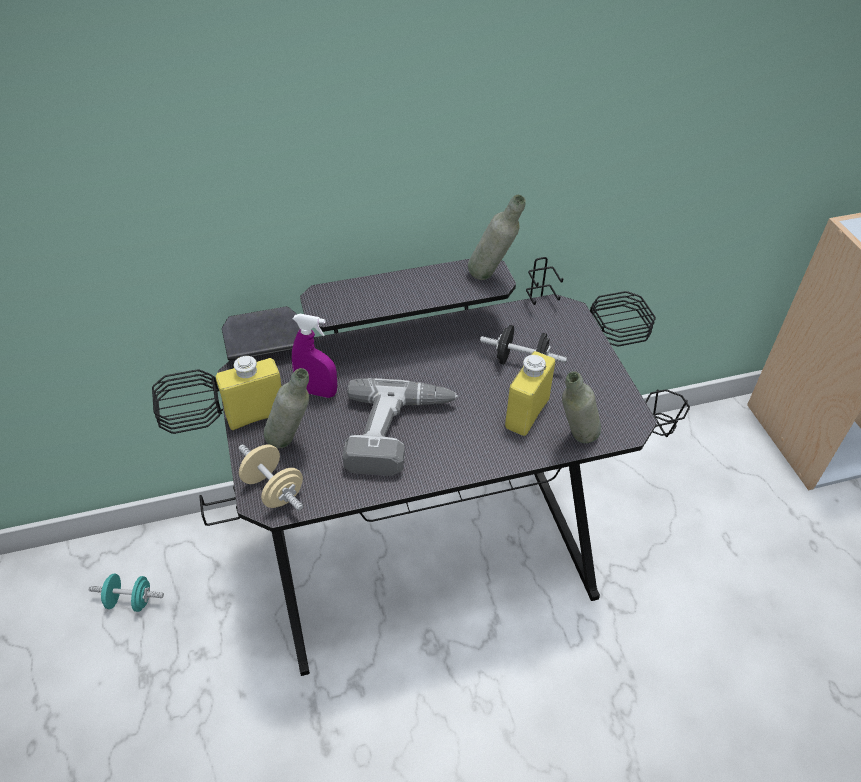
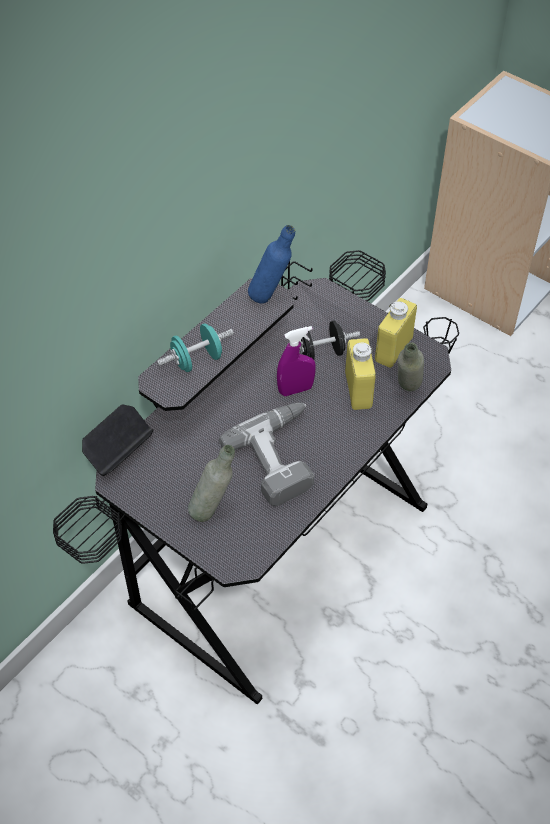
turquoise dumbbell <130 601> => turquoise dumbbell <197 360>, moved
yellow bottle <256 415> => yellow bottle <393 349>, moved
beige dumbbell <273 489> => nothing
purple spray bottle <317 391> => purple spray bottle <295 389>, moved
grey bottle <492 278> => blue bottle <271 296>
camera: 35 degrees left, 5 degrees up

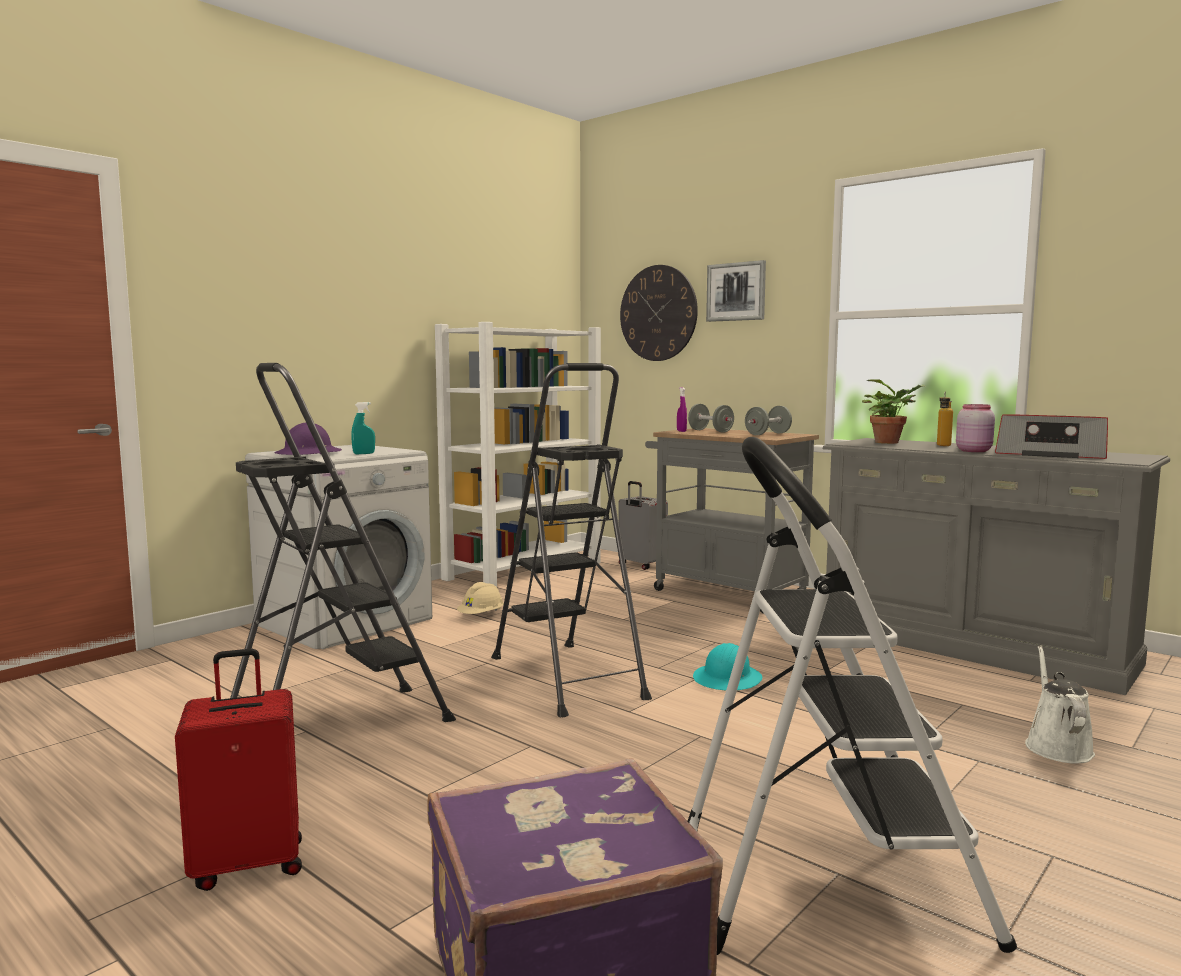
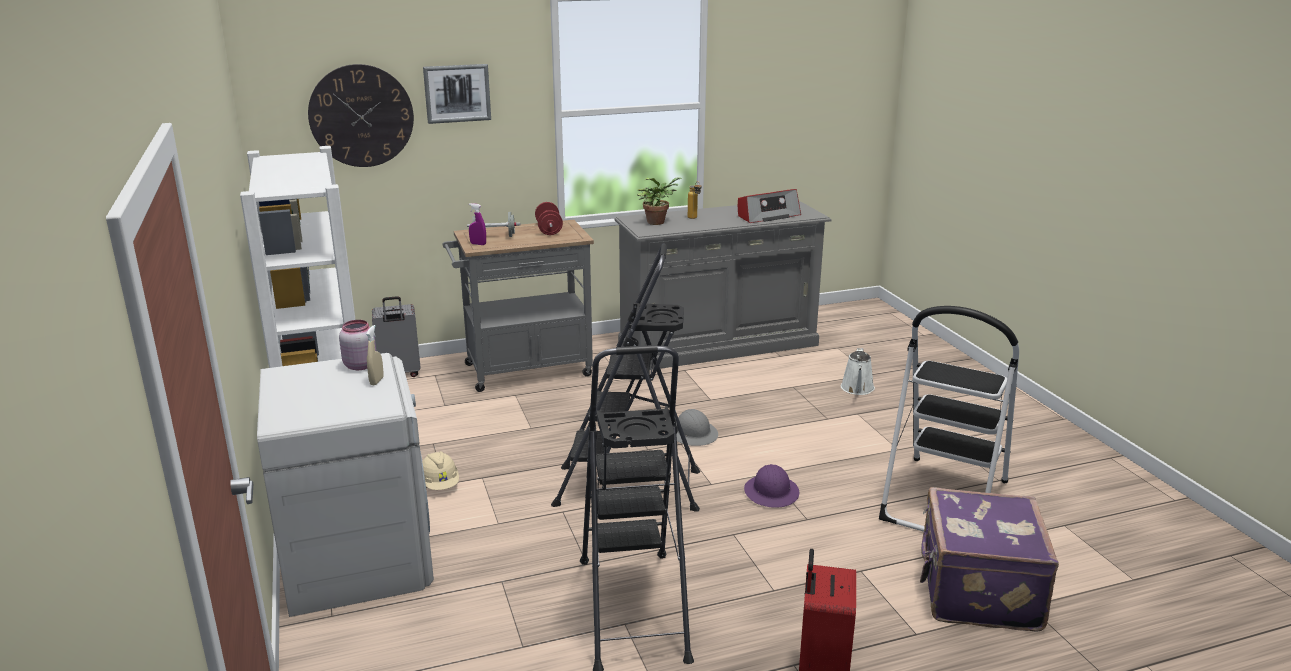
purple hard hat <308 454> => purple hard hat <771 492>, moved
turquoise spray bottle <364 454> => beige spray bottle <376 381>
turquoise hard hat <727 679> => grey hard hat <693 434>
grey dumbbell <768 434> => red dumbbell <549 230>
pink jar <974 451> => pink jar <360 365>, moved
white watering can <1056 746> => white watering can <857 389>, 120 degrees counterclockwise
camera: 60 degrees left, 15 degrees up

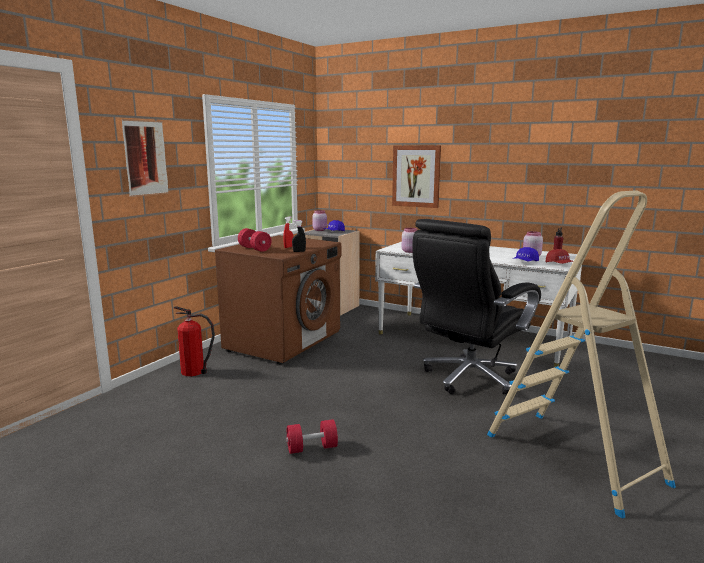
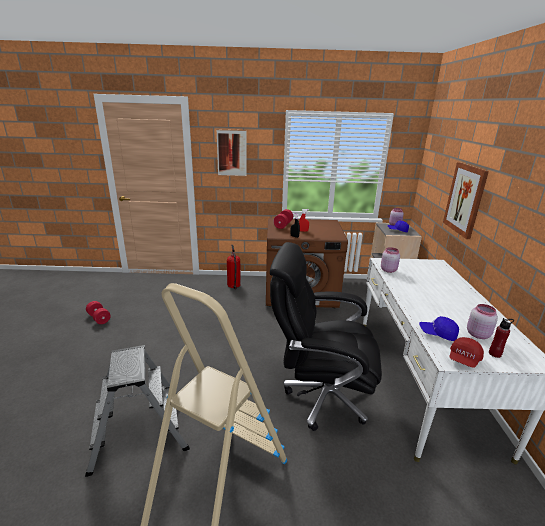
red dumbbell <312 448> => red dumbbell <99 318>, moved
nothing => grey step ladder <139 434>
camera: 60 degrees right, 10 degrees up

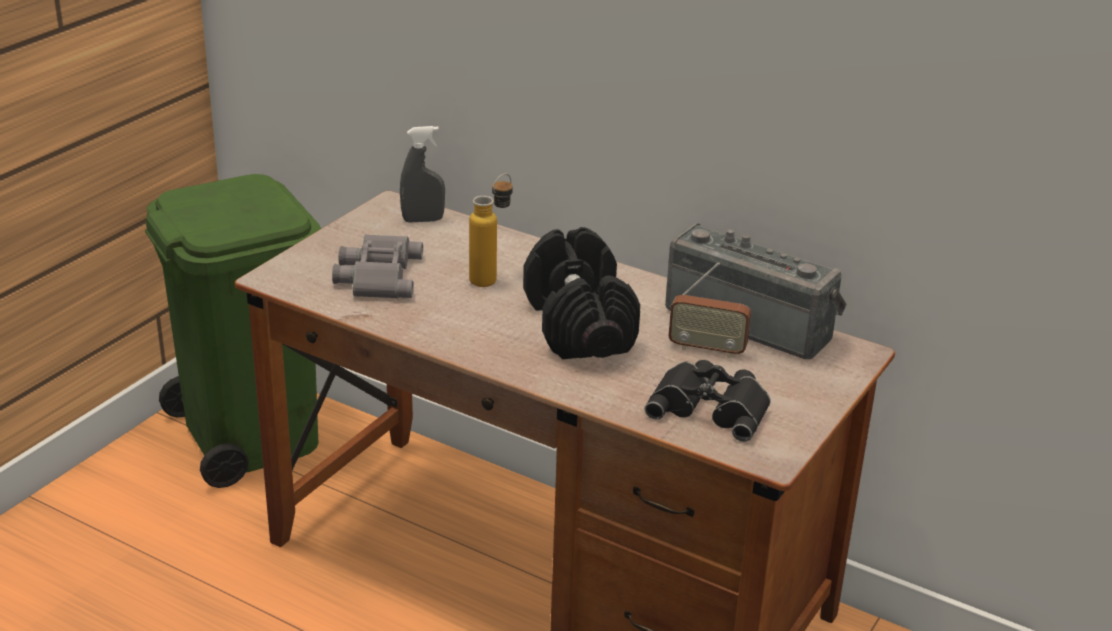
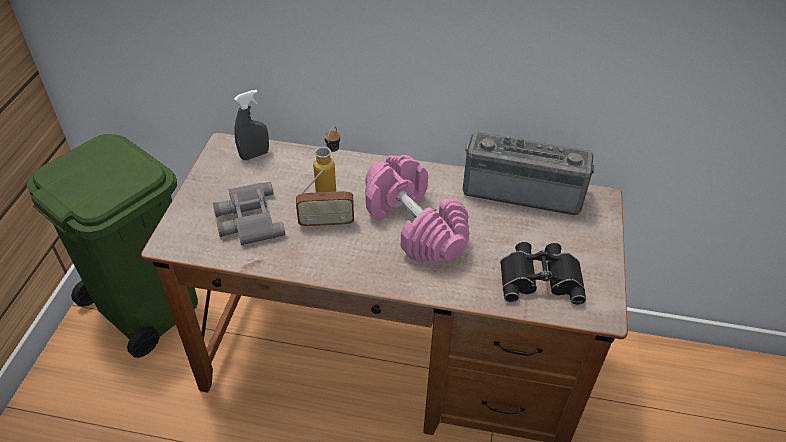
black dumbbell <578 325> => pink dumbbell <413 226>
radio <707 349> => radio <326 223>, moved
camera: 20 degrees left, 15 degrees up

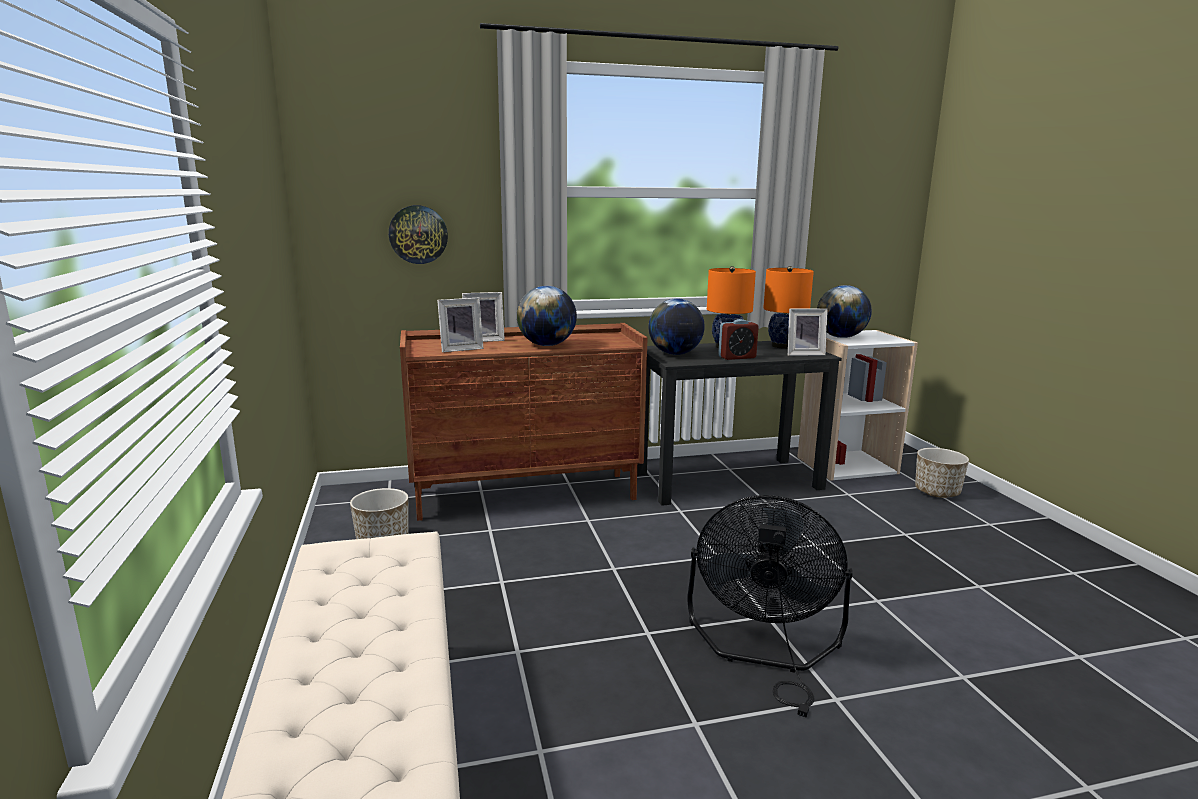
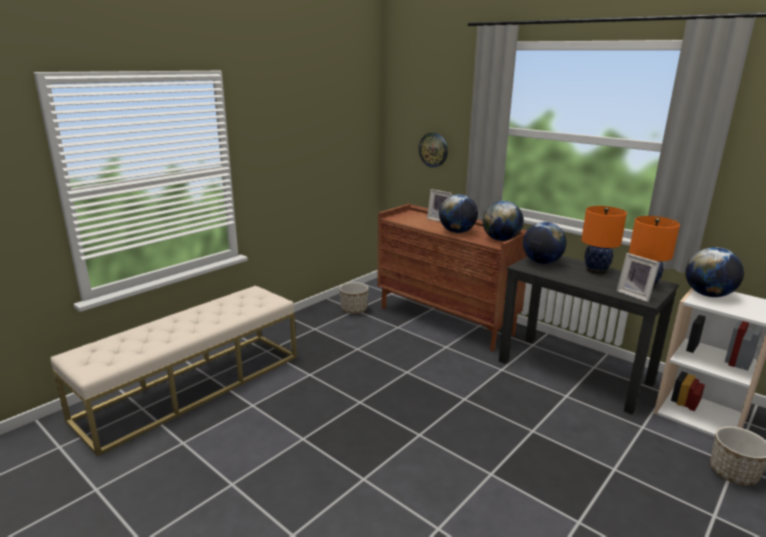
picture frame <460 349> => nothing
black fan <767 653> => nothing
alarm clock <737 357> => nothing
nothing => globe <501 239>
camera: 55 degrees right, 5 degrees up

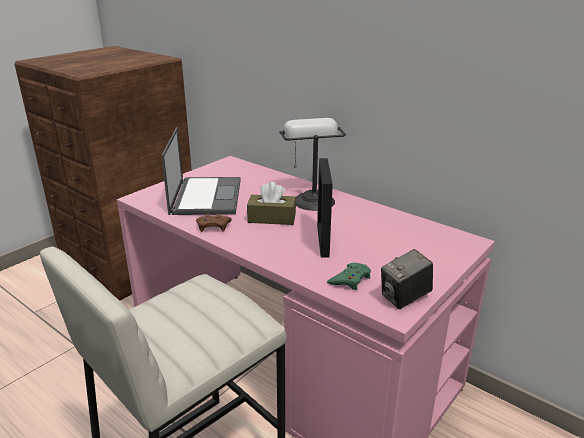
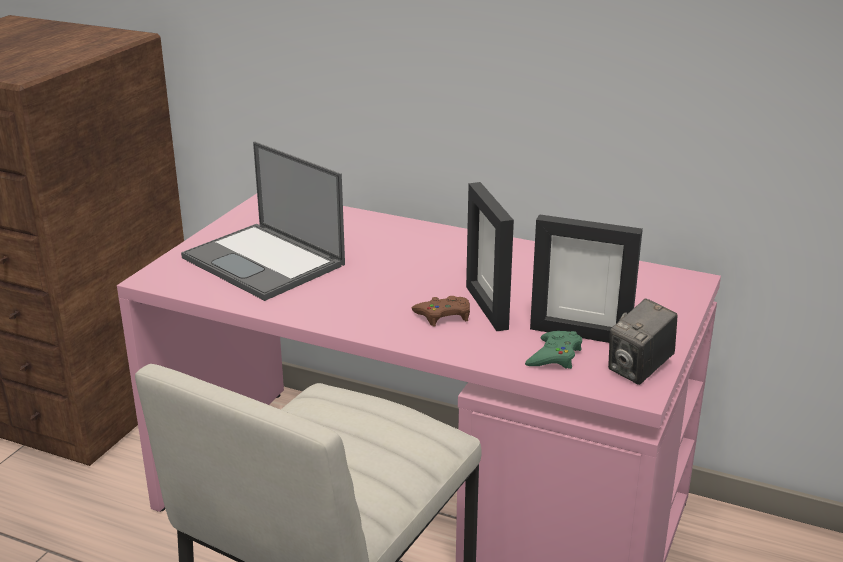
laptop <206 196> => laptop <265 262>, 150 degrees clockwise
brown game controller <213 226> => brown game controller <443 315>, moved
brown tissue box <272 218> => nothing
table lamp <310 197> => nothing
nothing => picture frame <580 333>
camera: 15 degrees left, 0 degrees up

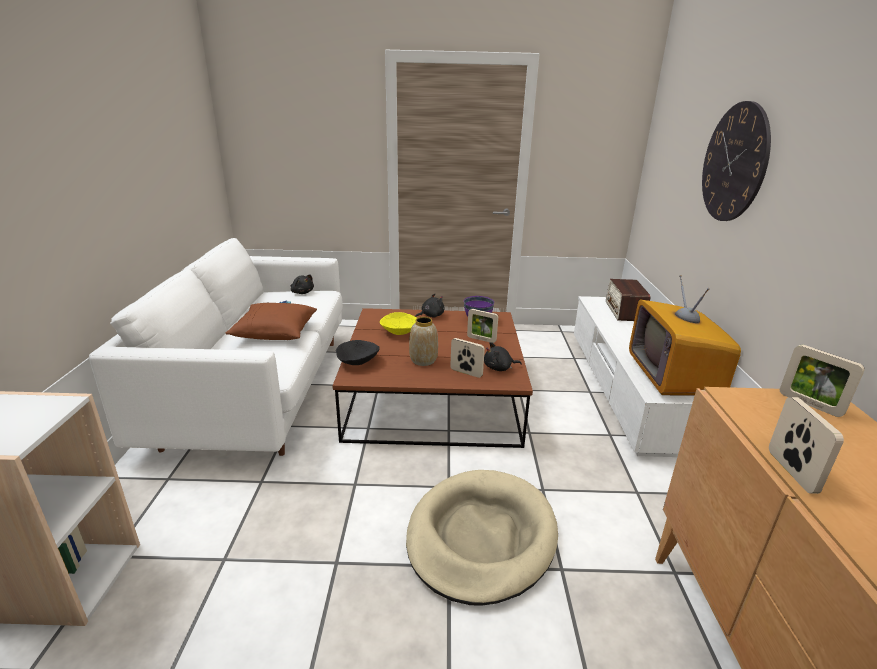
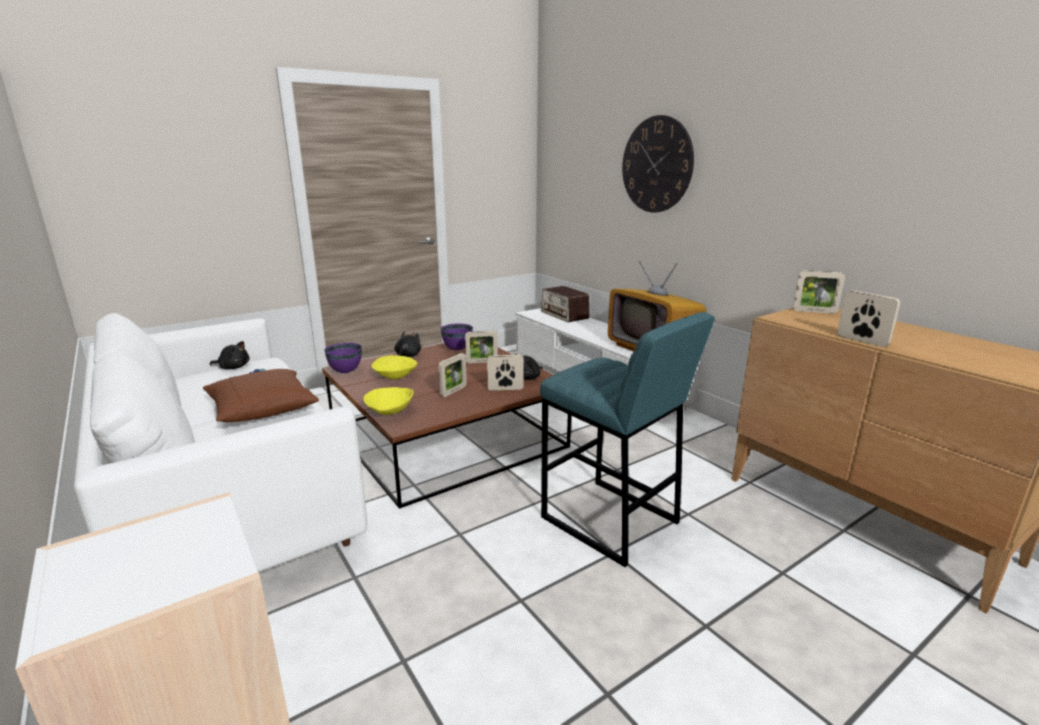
black bowl <358 362> => yellow bowl <390 412>
beige dog bed <481 537> => turquoise stool <612 521>
vase <423 360> => picture frame <453 391>
nothing => purple bowl <345 372>
camera: 35 degrees left, 5 degrees down

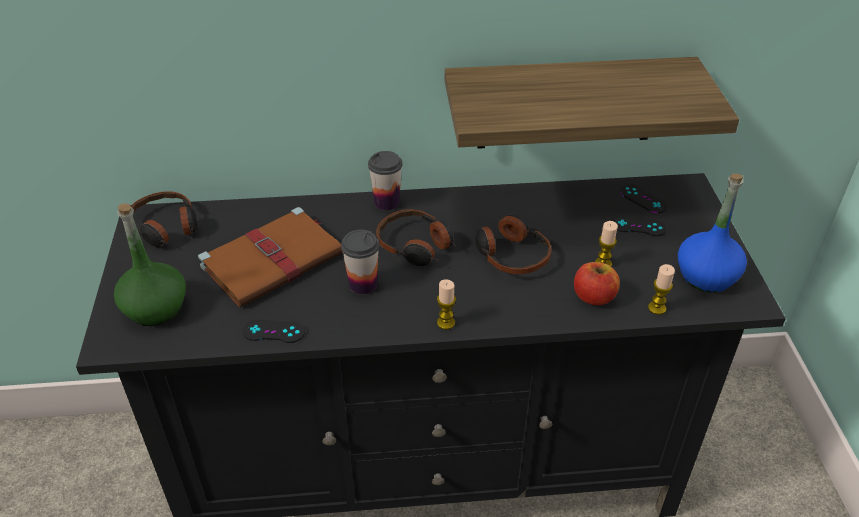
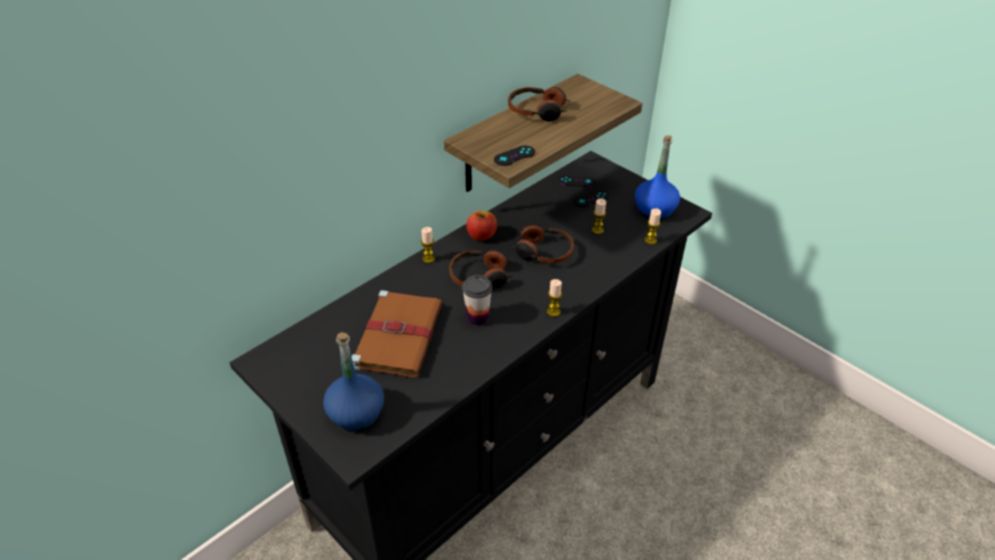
green bottle <156 308> => blue bottle <356 413>
headphones <166 227> => headphones <538 111>, moved
black game controller <273 332> => black game controller <514 156>, moved
cup <386 202> => candle <428 259>
apple <593 297> => apple <481 235>, moved
camera: 40 degrees left, 0 degrees up

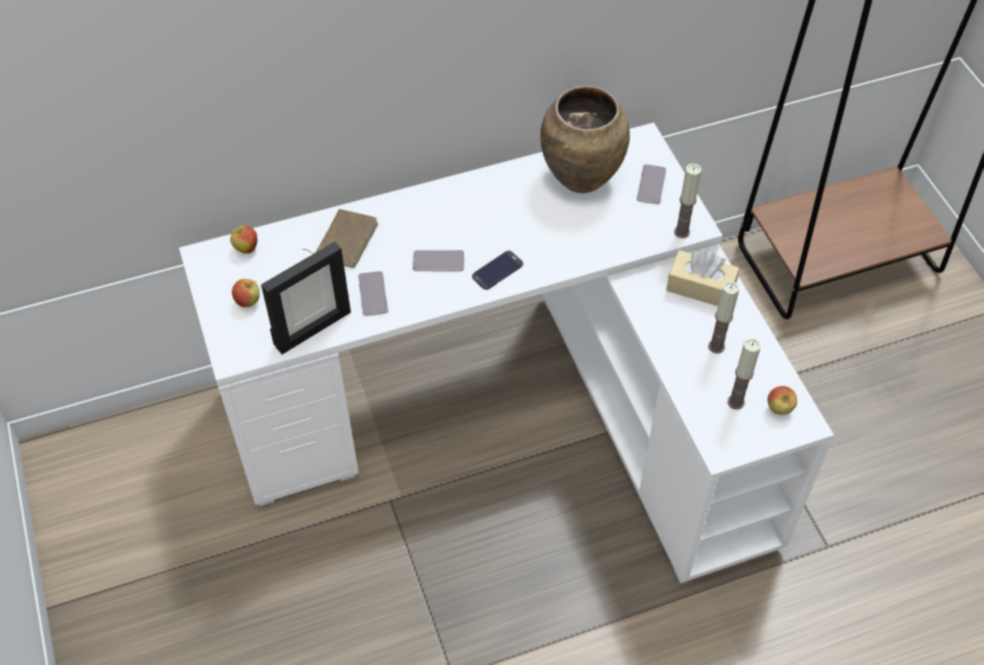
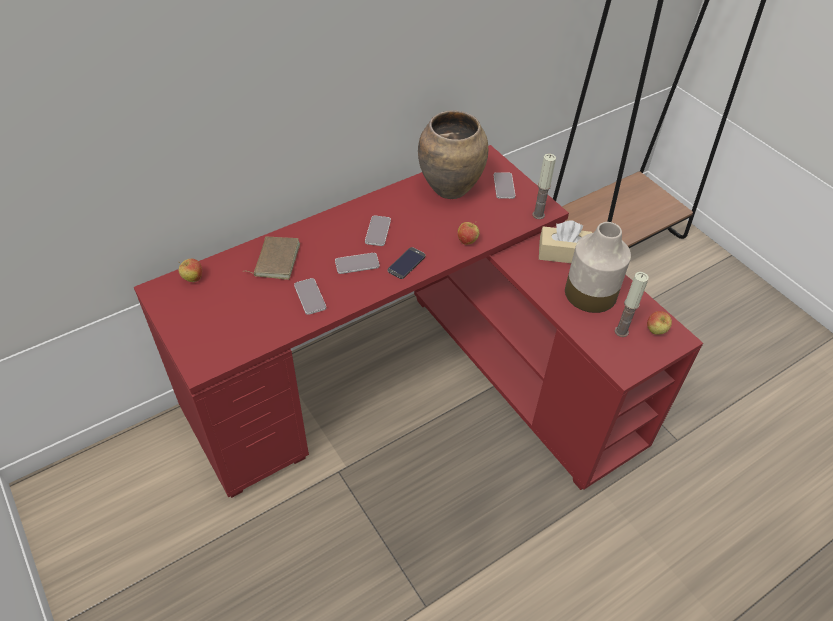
white desk <516 407> => red desk <418 381>
apple <248 302> => apple <467 241>, moved
picture frame <312 328> => nothing
candle <716 346> => beige vase <591 293>
nothing => phone <378 231>
camera: 15 degrees left, 5 degrees down

